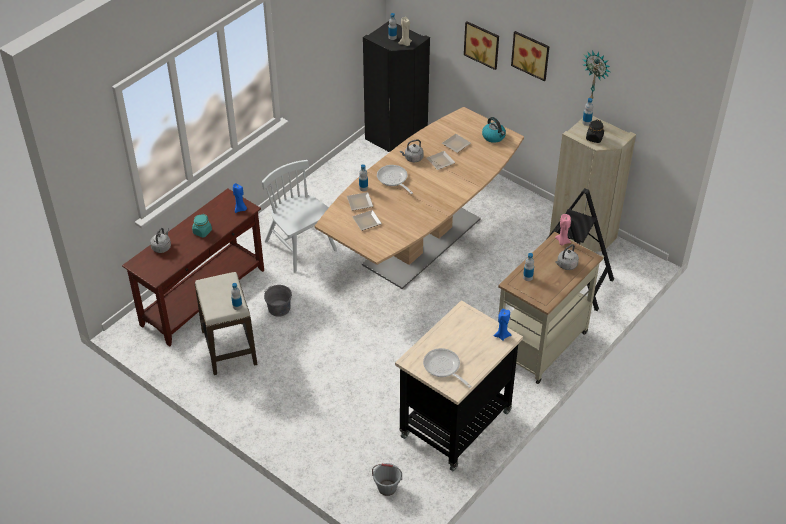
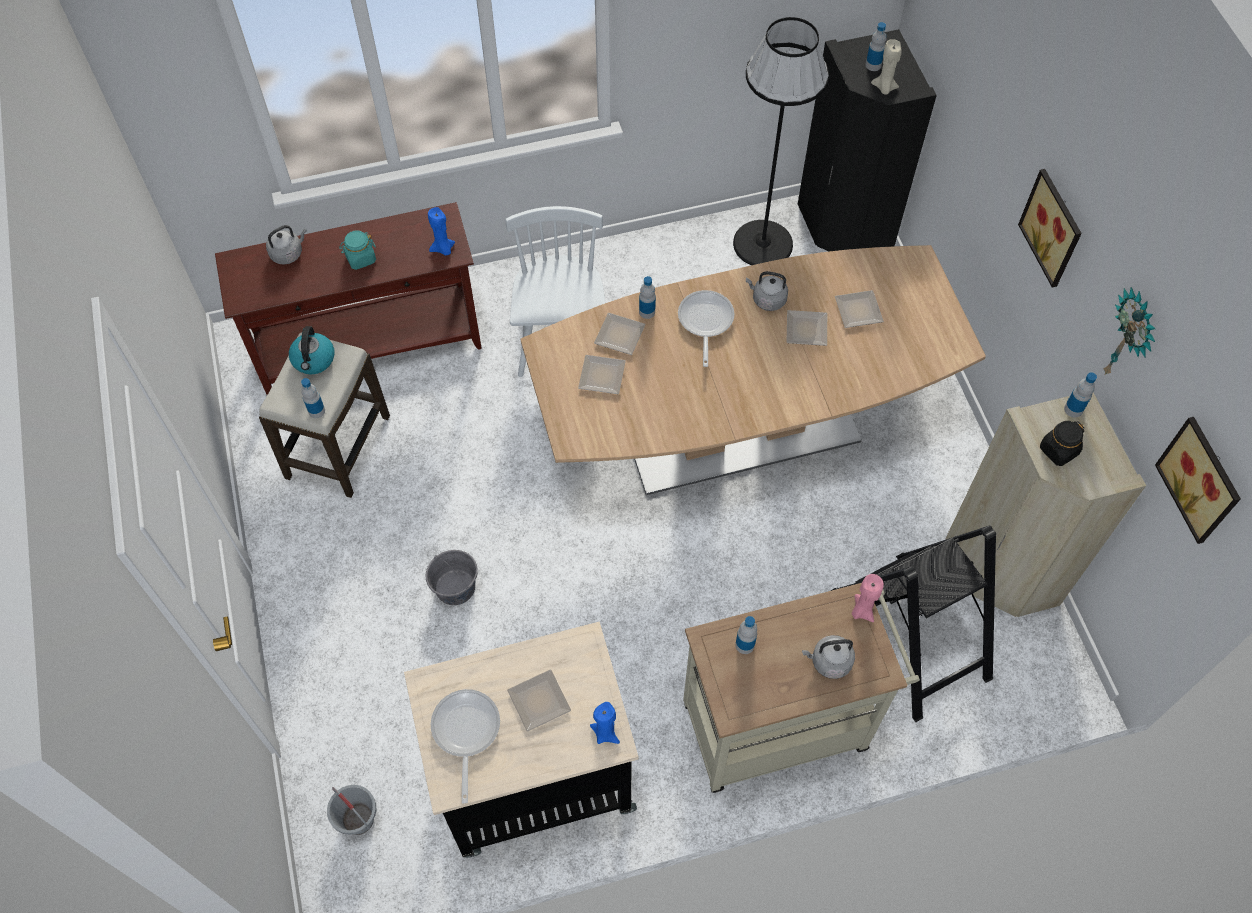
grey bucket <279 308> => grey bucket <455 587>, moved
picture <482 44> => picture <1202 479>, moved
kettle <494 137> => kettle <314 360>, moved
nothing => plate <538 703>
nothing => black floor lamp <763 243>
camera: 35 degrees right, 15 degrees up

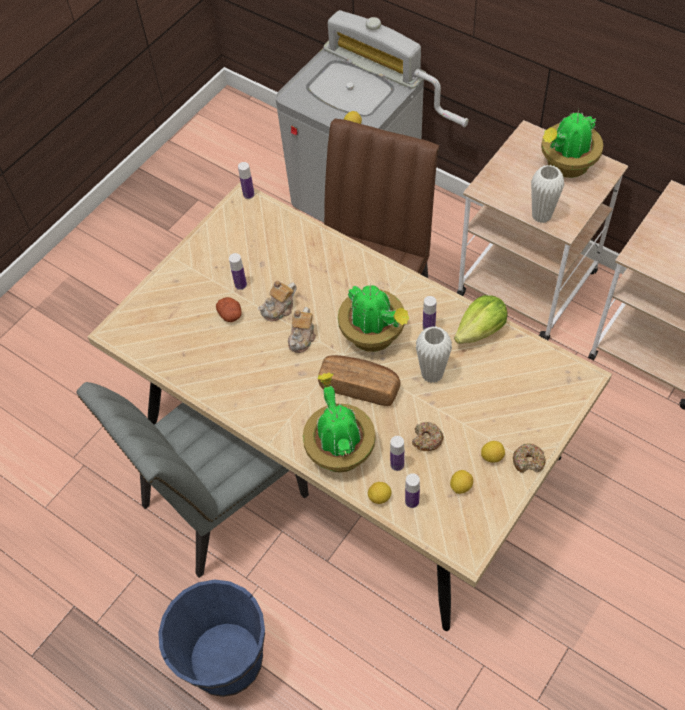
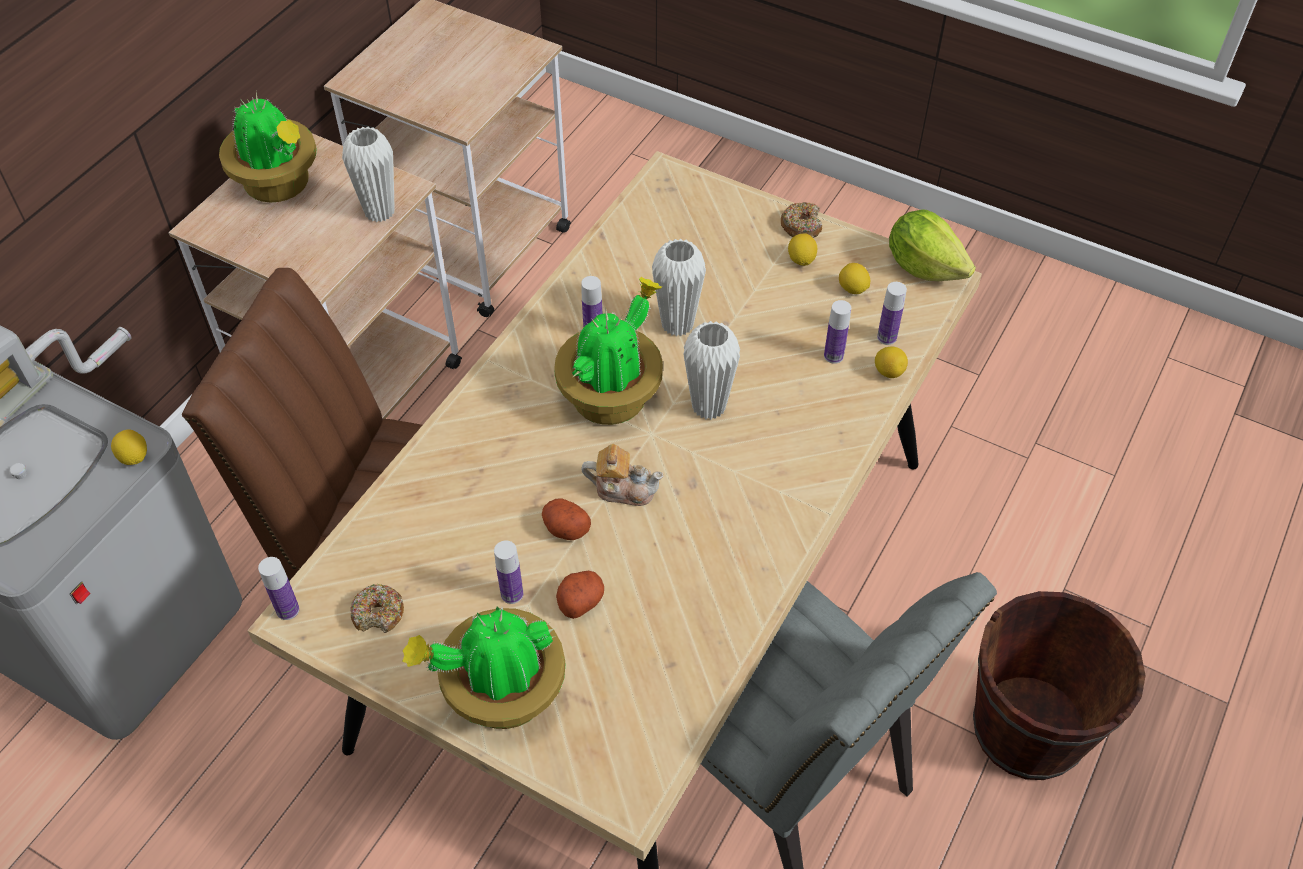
blue bucket <226 659> => brown bucket <1028 729>
teapot <279 309> => potato <565 528>
potted plant <339 448> => potted plant <501 694>, moved
bread <359 386> => white vase <708 407>
donut <427 439> => donut <378 614>, moved
lettuce <481 331> => lettuce <924 266>, moved
camera: 100 degrees left, 5 degrees down

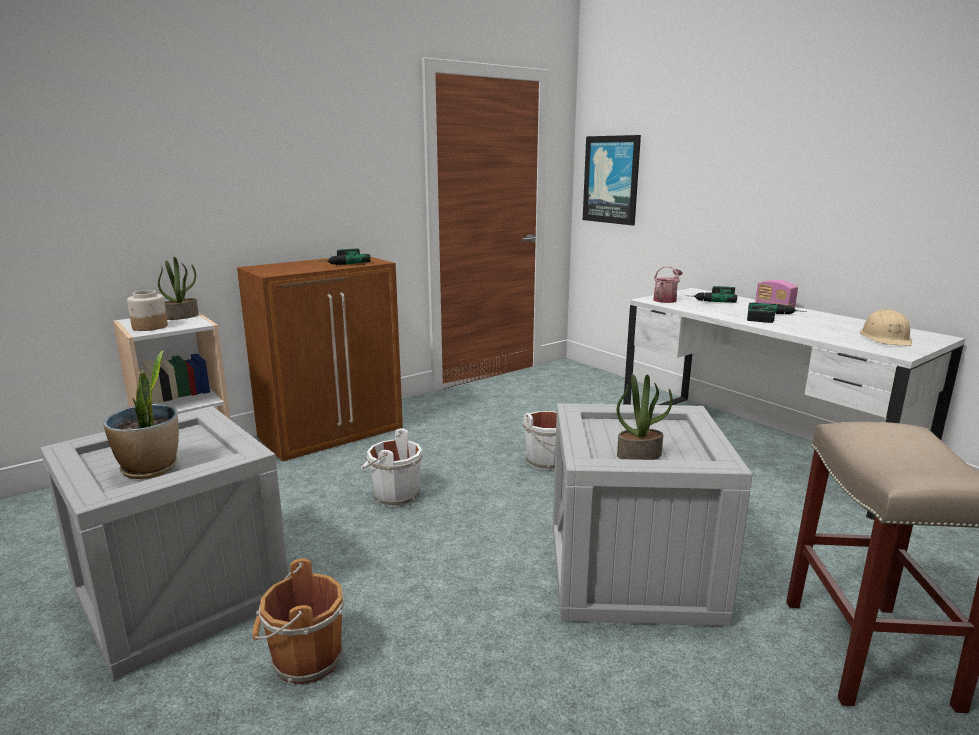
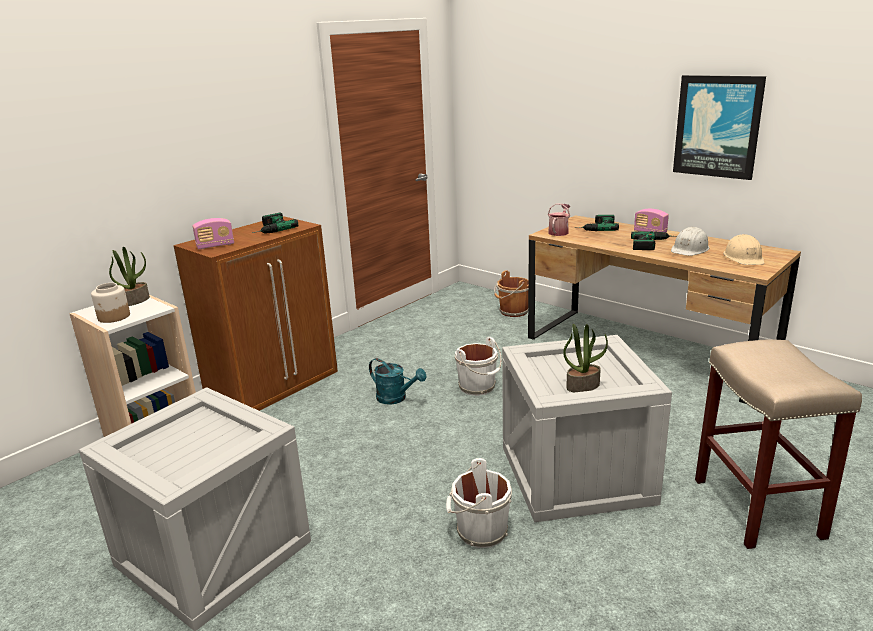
potted plant <150 468> => nothing
brown bucket <304 660> => brown bucket <512 312>, moved
white bucket <394 495> => white bucket <479 532>, moved
picture <611 180> => picture <717 126>, moved
white desk <759 447> => brown desk <646 351>
nothing => radio <215 246>
nothing => turquoise watering can <396 398>
nothing => white hard hat <690 249>
camera: 10 degrees left, 5 degrees up

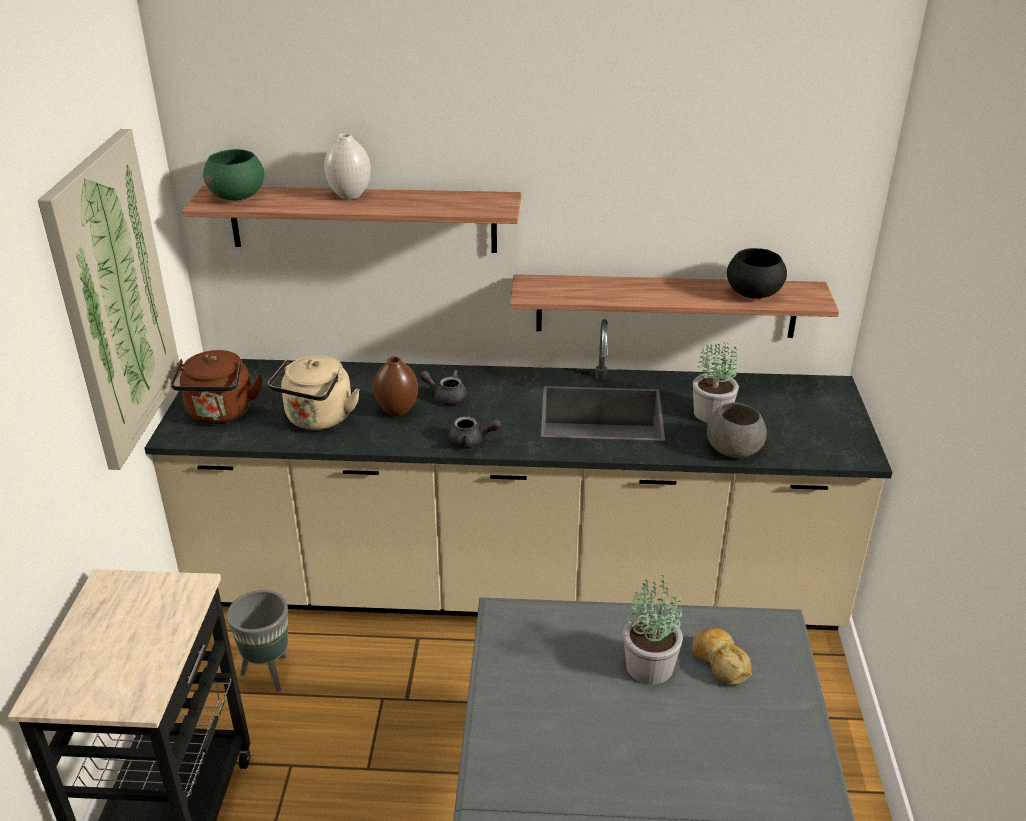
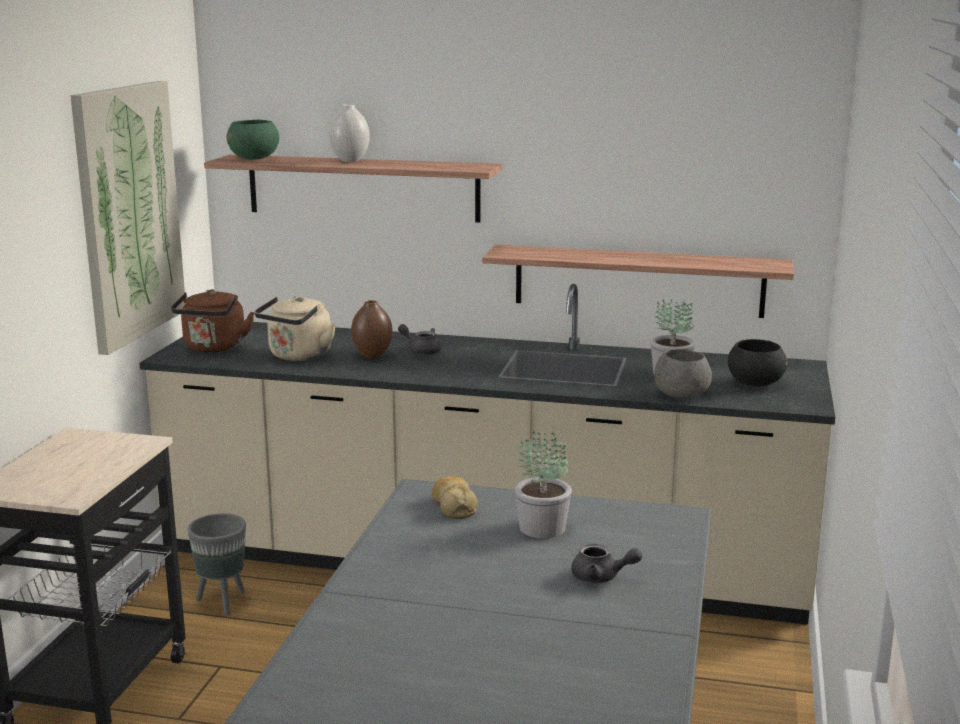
grey teapot <471 441> => grey teapot <601 577>, moved
bread <720 662> => bread <454 506>, moved
black bowl <753 294> => black bowl <755 383>, moved
camera: 10 degrees right, 15 degrees down

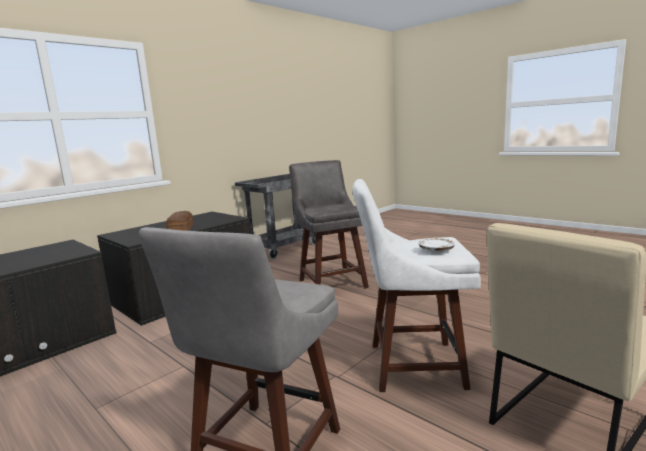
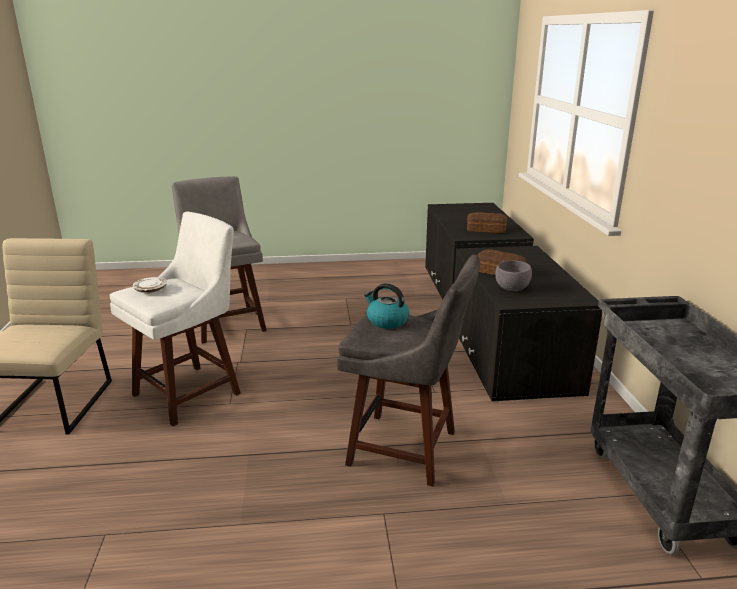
nothing => kettle <386 321>
nothing => bread <486 230>
nothing => grey bowl <511 288>
camera: 130 degrees right, 10 degrees up

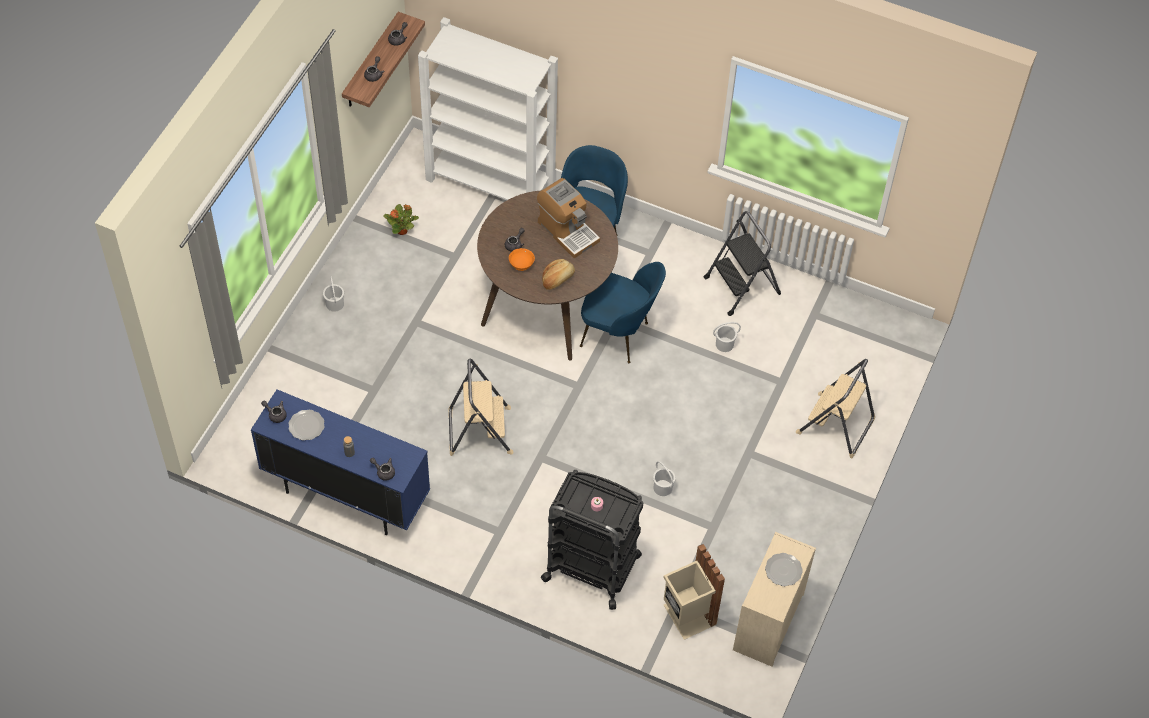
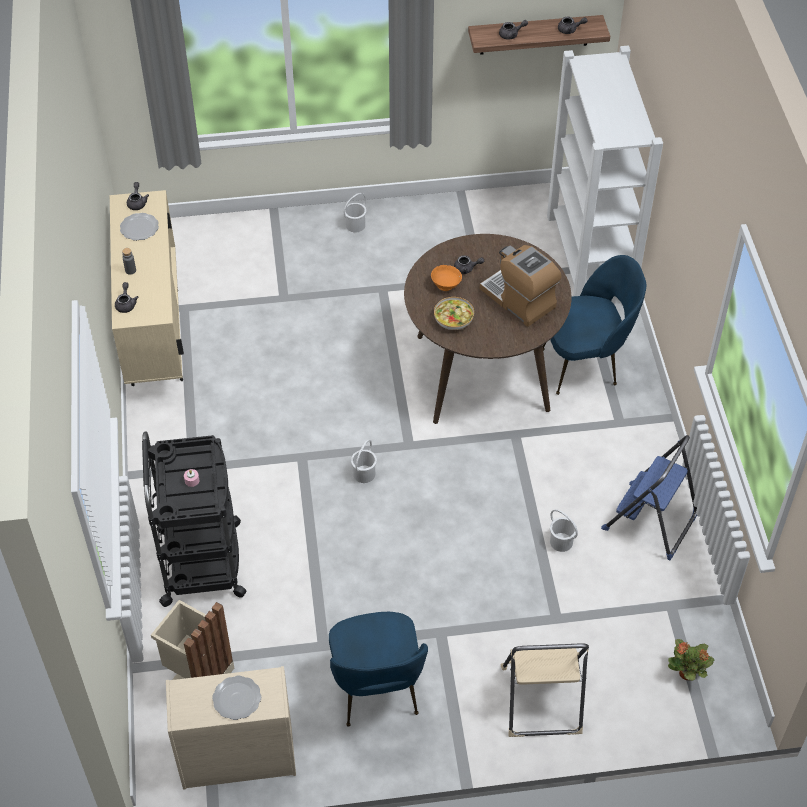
blue cabinet <346 496> => beige cabinet <155 337>
potted plant <402 230> => potted plant <687 674>, moved
beige step ladder <477 430> => nothing
coffee machine <567 231> => coffee machine <519 299>, 120 degrees clockwise
bread <557 279> => bowl <453 320>
blue chair <619 337> => blue chair <377 696>, moved
white bucket <662 488> => white bucket <363 474>, moved
black step ladder <745 284> => blue step ladder <653 522>
camera: 60 degrees right, 5 degrees down

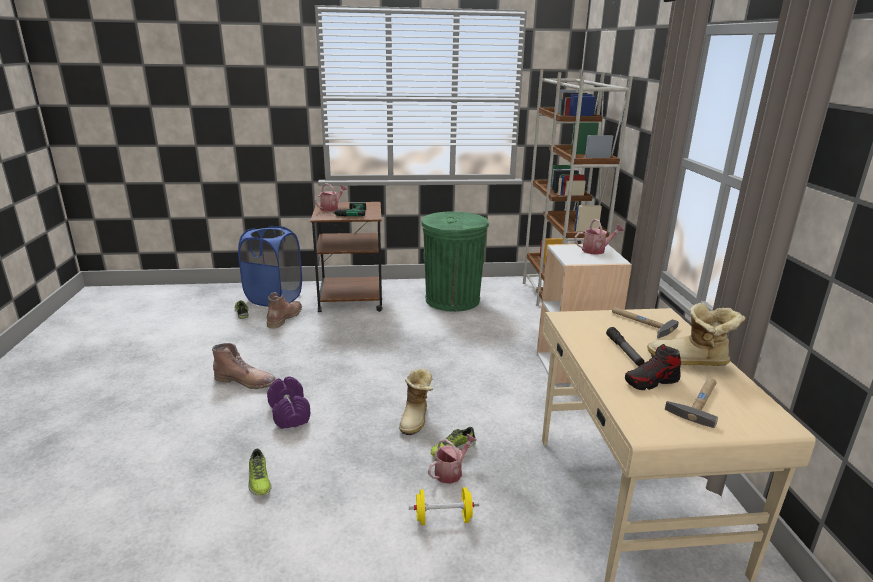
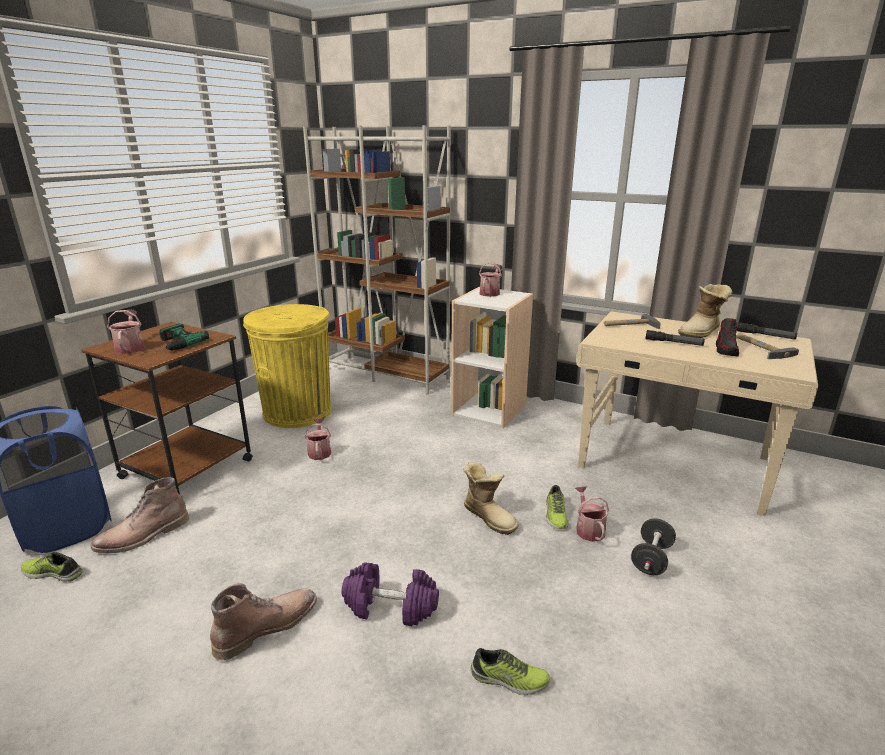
brown boot <284 318> => brown boot <143 536>, 90 degrees counterclockwise
yellow dumbbell <443 518> => black dumbbell <651 559>
green trash can <452 300> => yellow trash can <297 412>
nothing => watering can <319 452>
nothing => flashlight <765 335>
camera: 55 degrees left, 0 degrees up

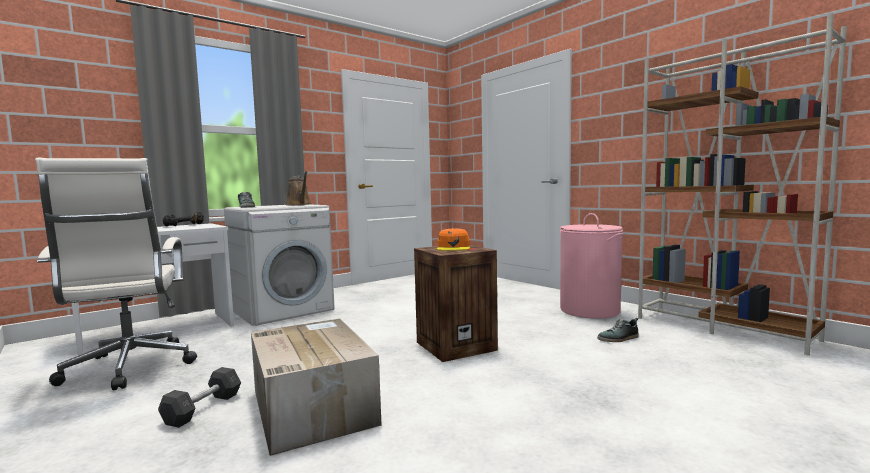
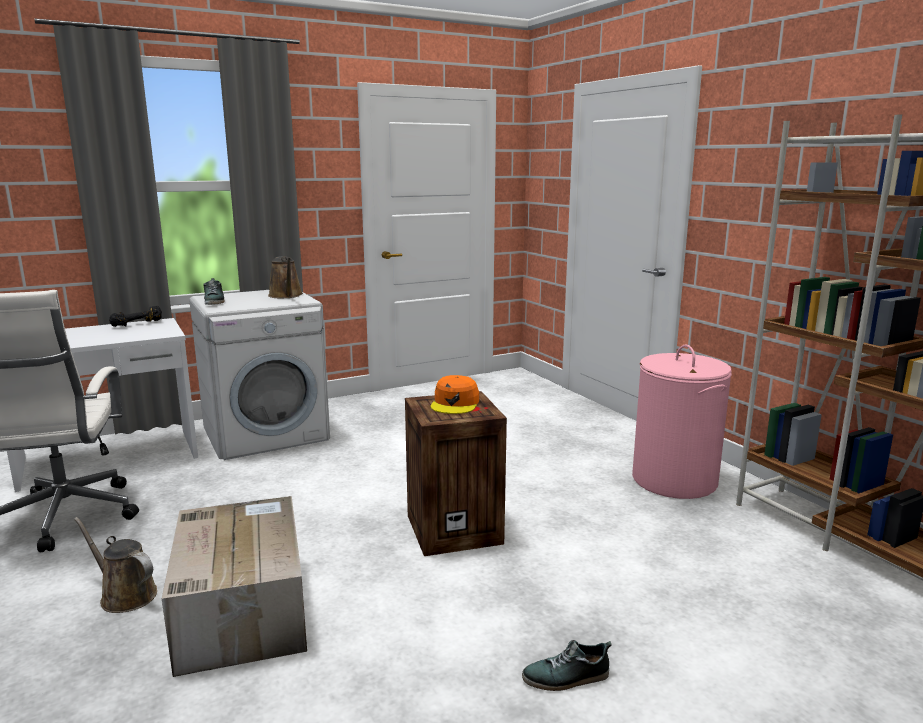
grey dumbbell <203 408> => brown watering can <125 595>
shoe <618 338> => shoe <566 677>, moved
camera: 10 degrees right, 10 degrees up

